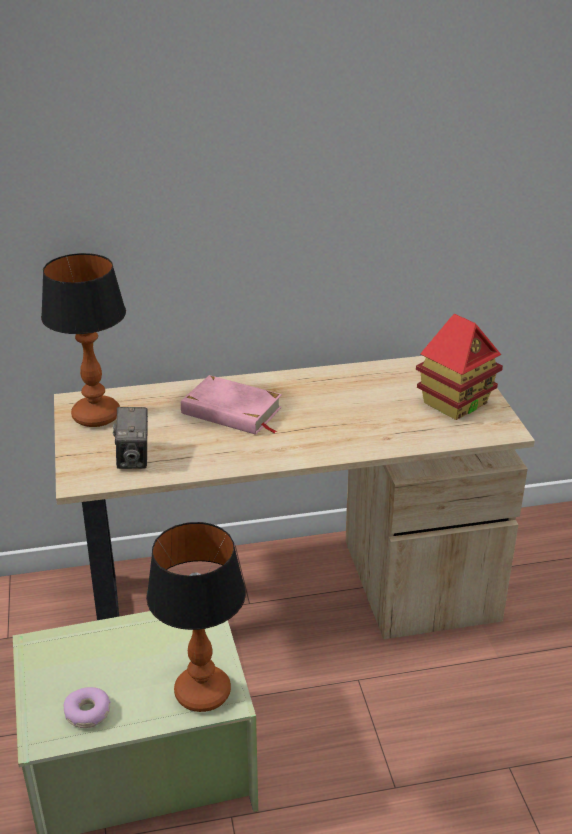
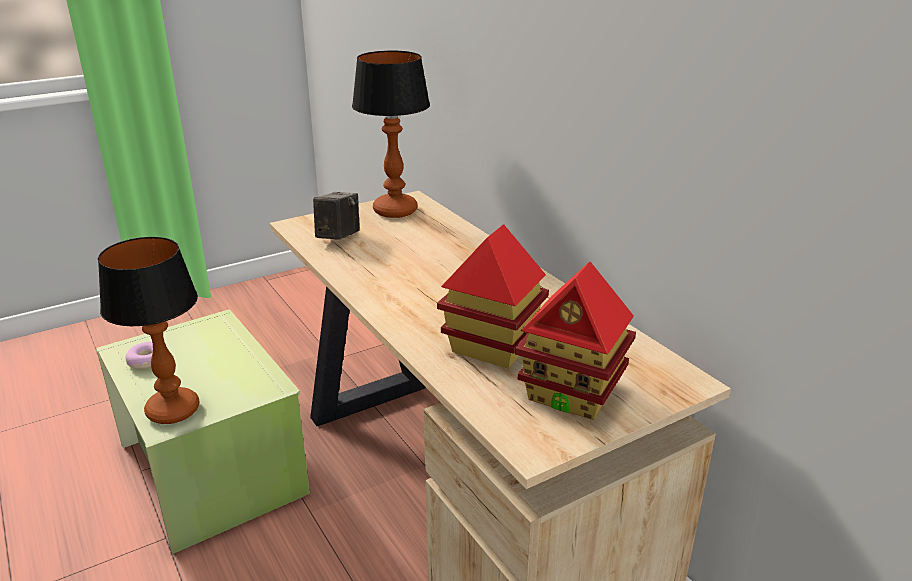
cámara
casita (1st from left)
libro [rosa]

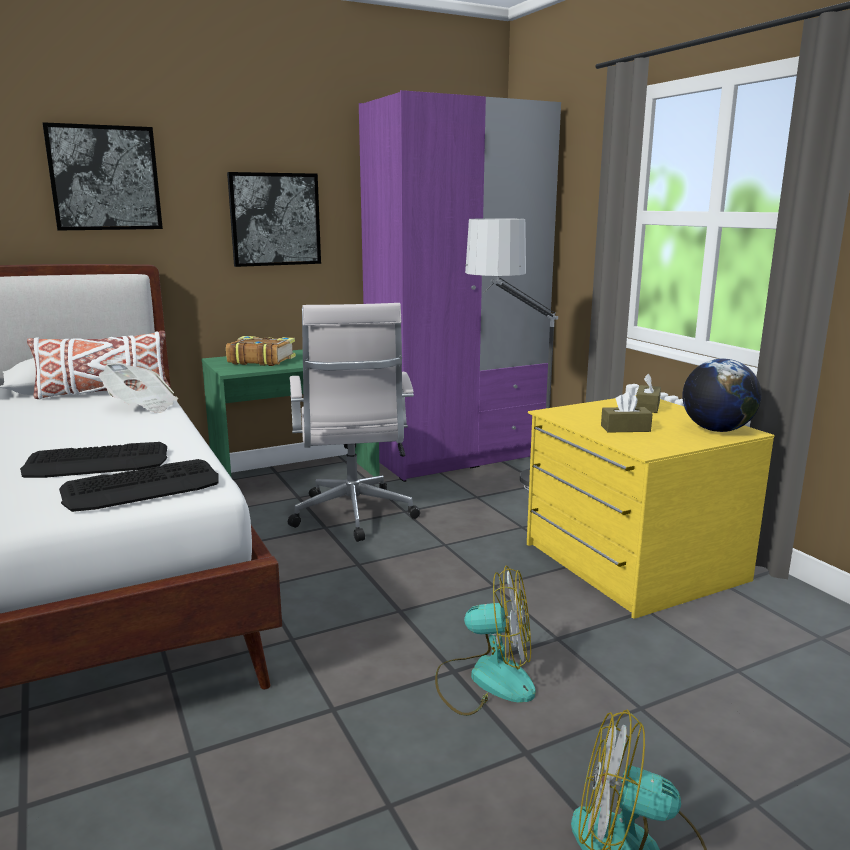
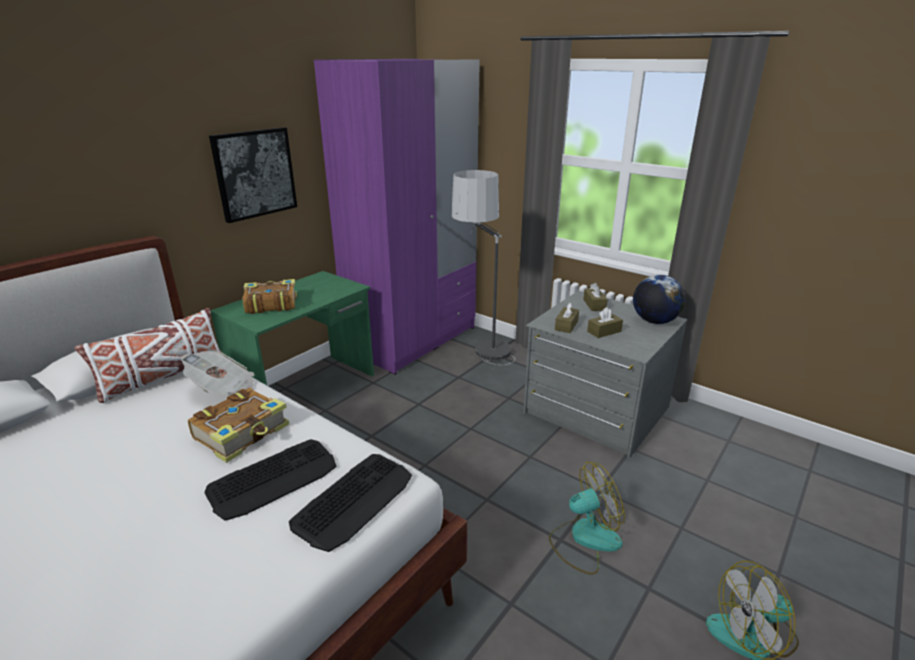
libro (1st from left)
cómoda [gris]
caja de pañuelos [marrón] (1st from left)
cuadro (1st from left in the first image)
silla de oficina [blanco]

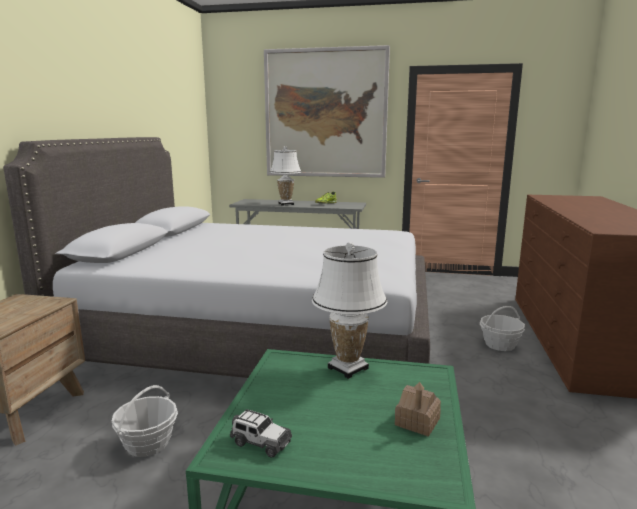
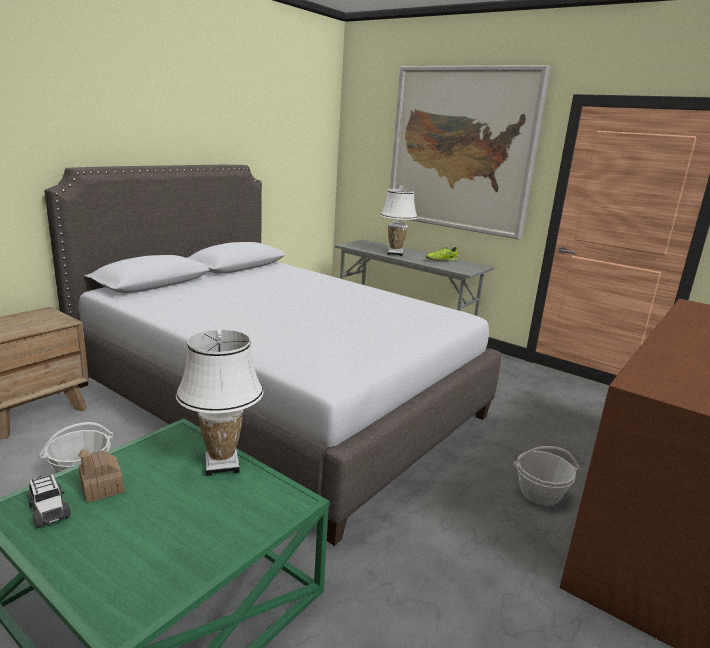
casita

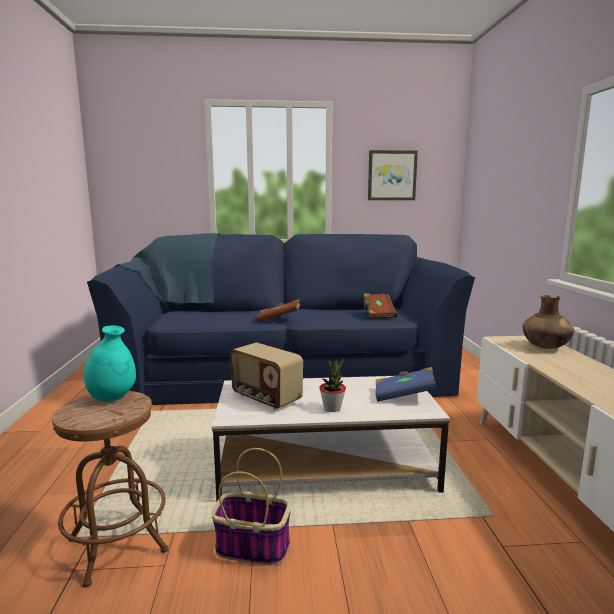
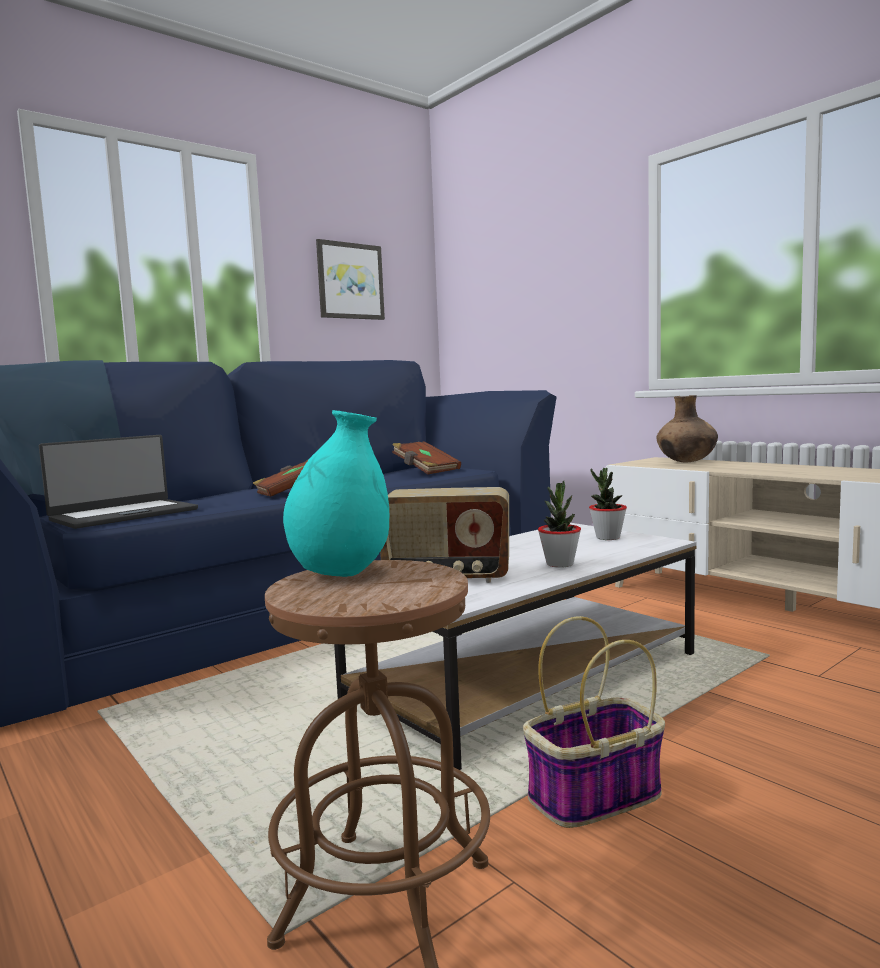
portátil
planta en maceta (2nd from left)

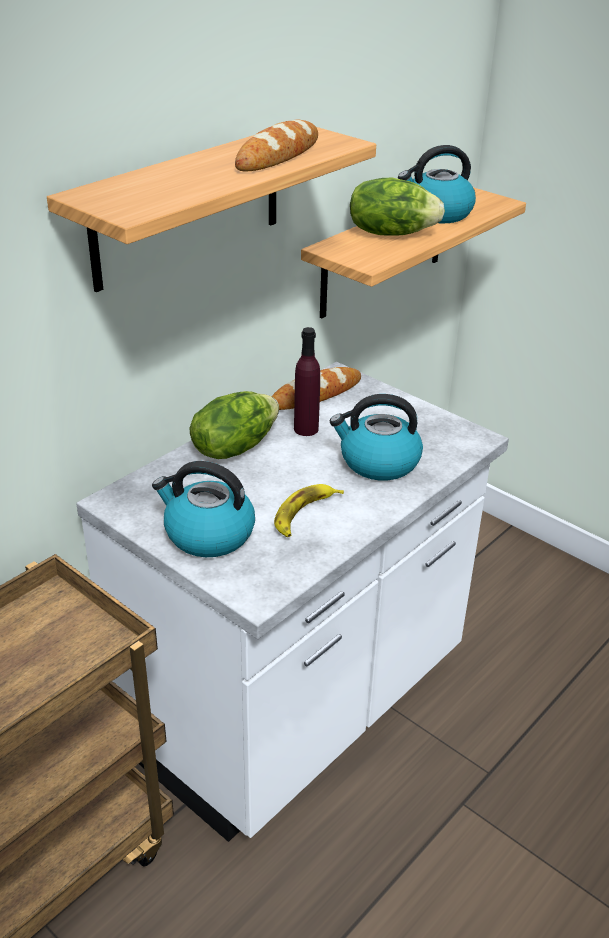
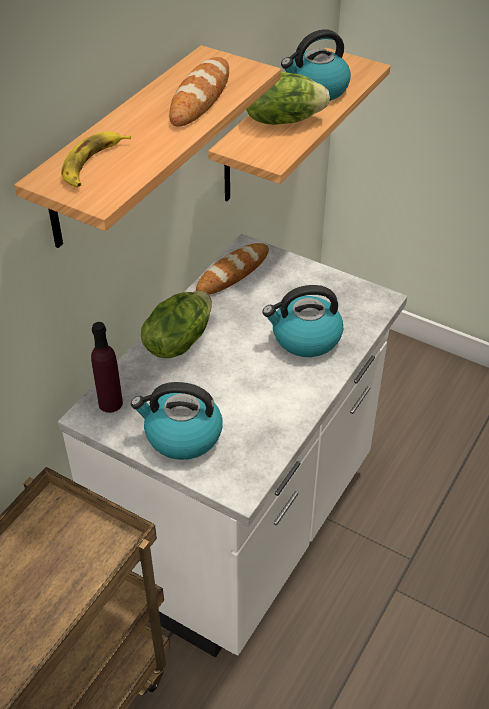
plátano
botella [morado]

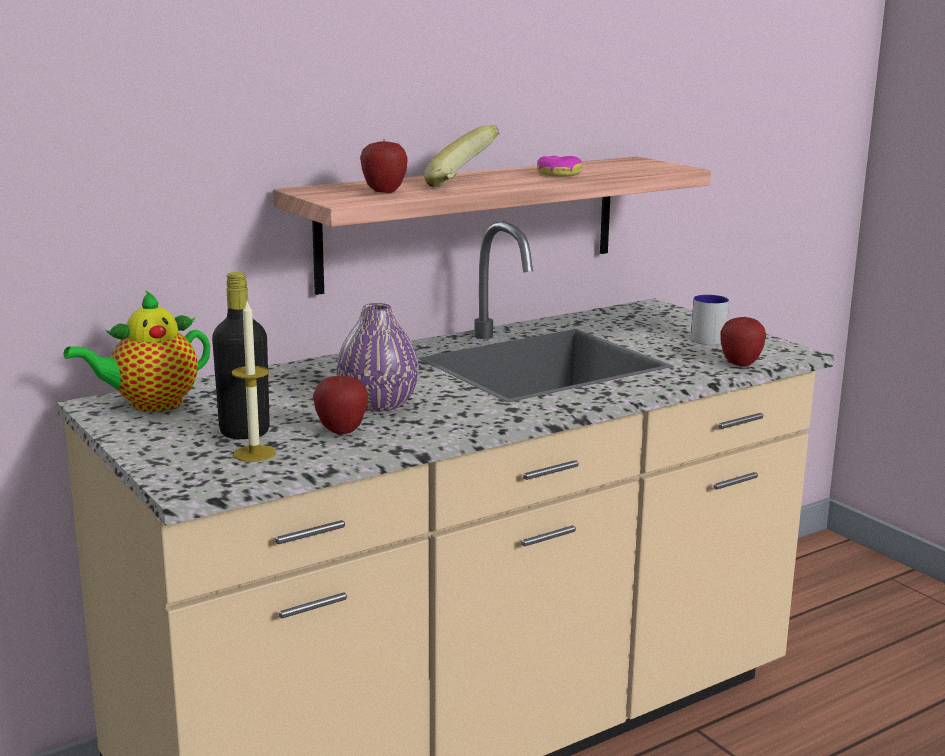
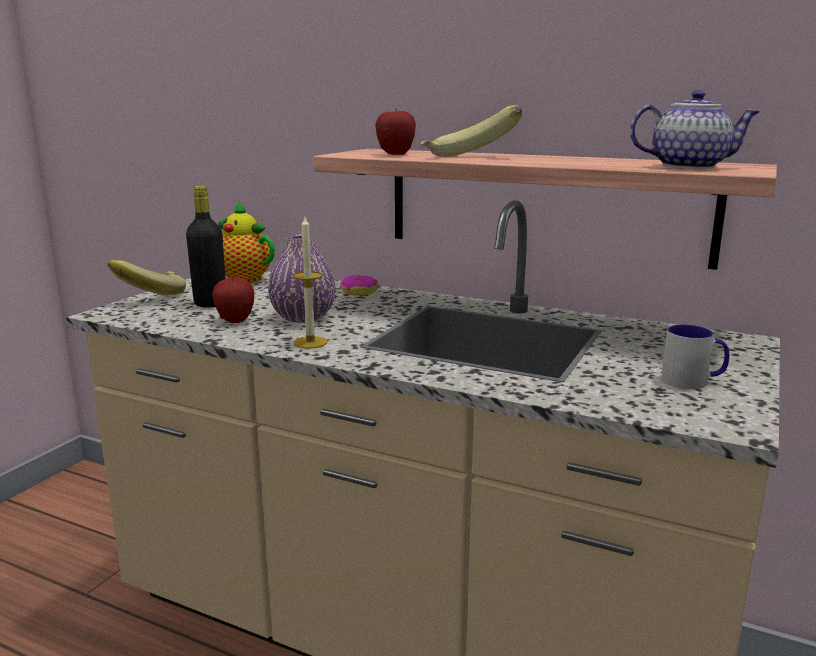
plátano (1st from left)
vela
rosquilla
tetera (2nd from left)
manzana (3rd from left in the first image)

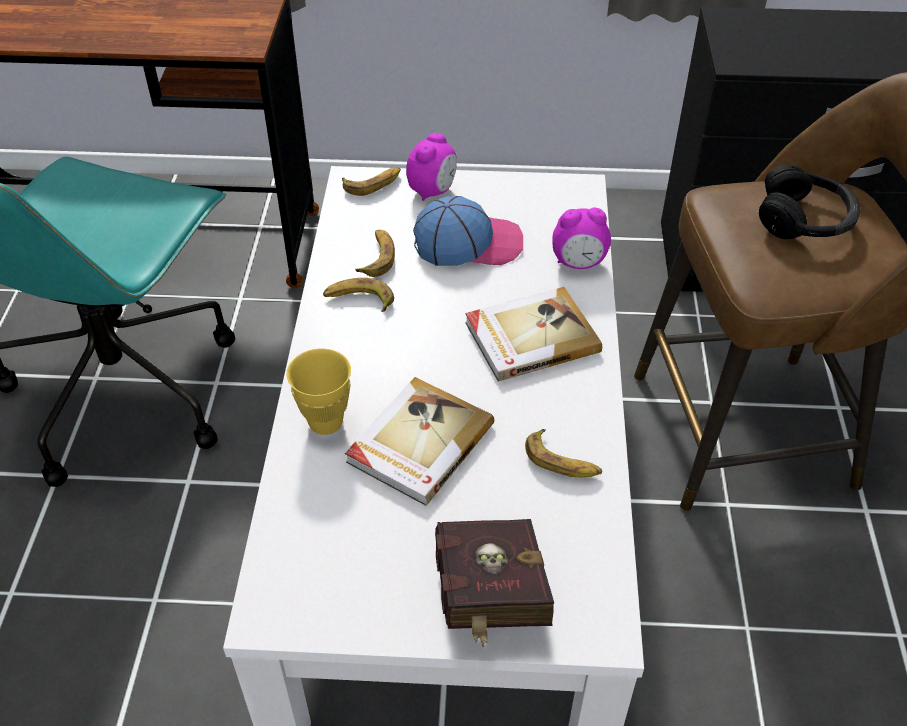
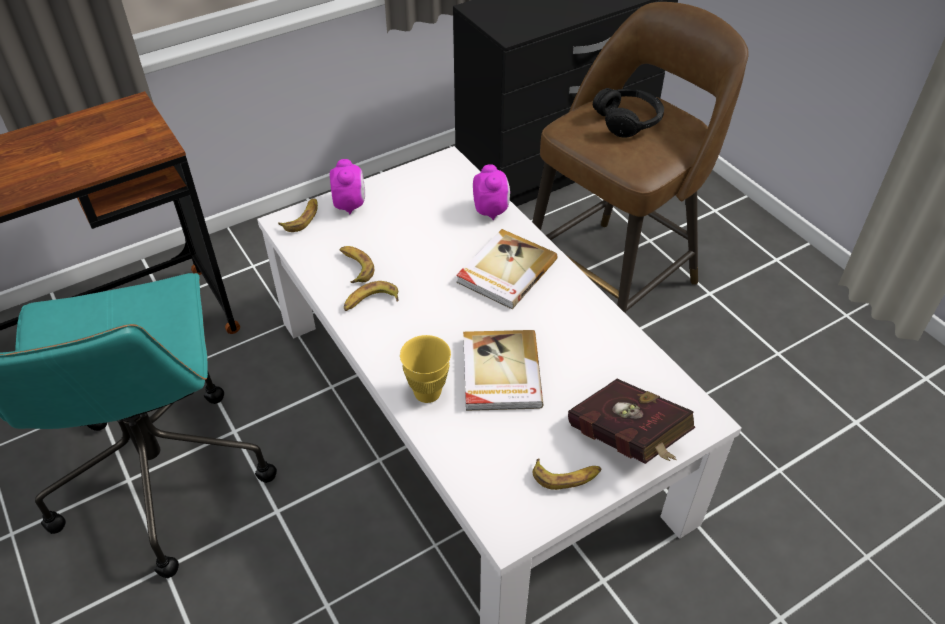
despertador (2nd from left)
plátano (4th from left)
gorra

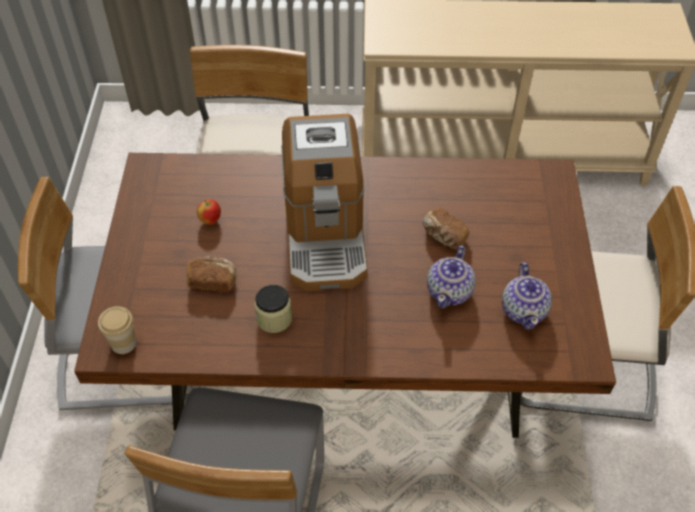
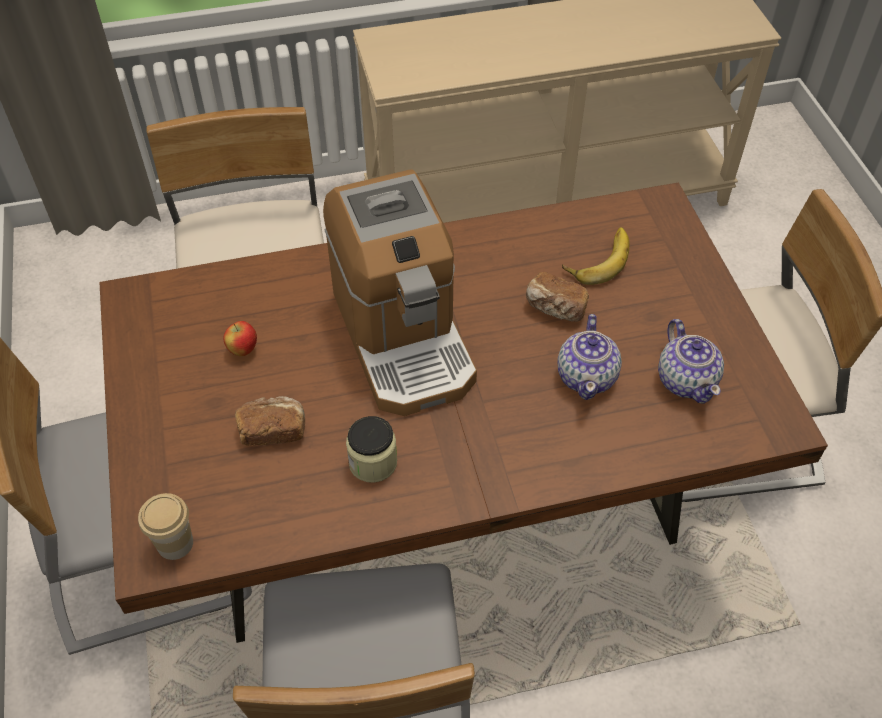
plátano

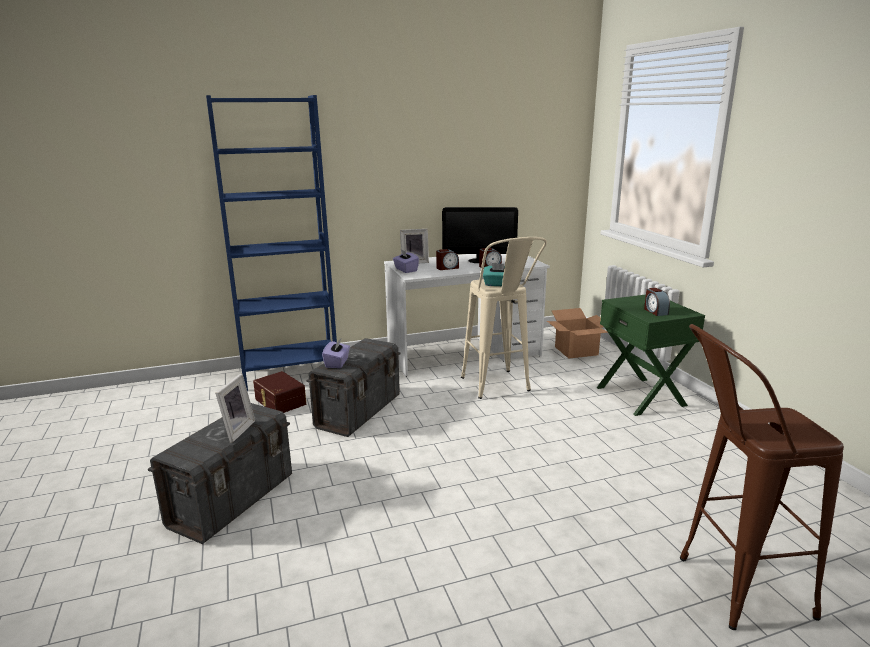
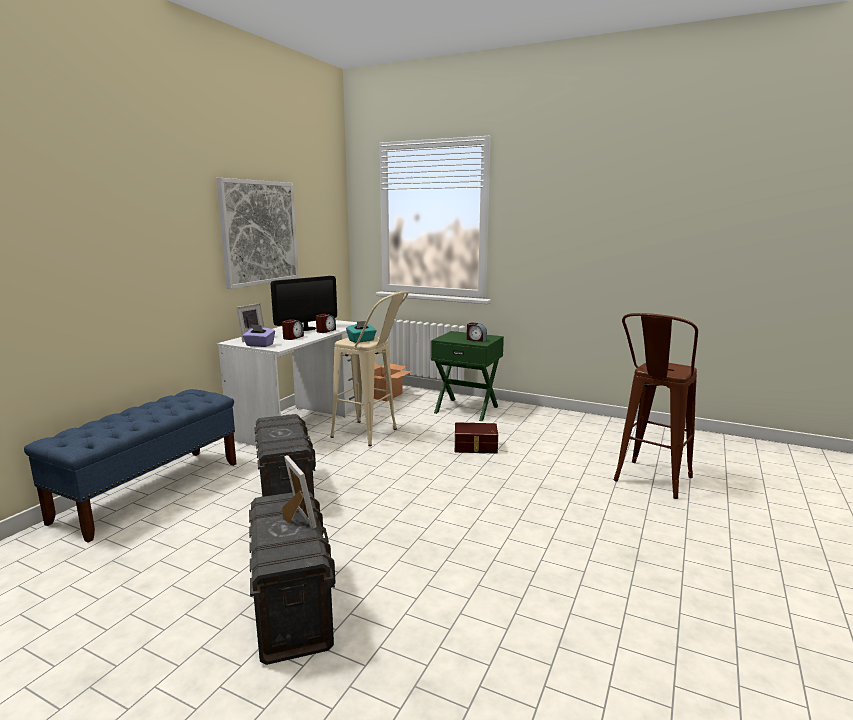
banco [azul]
cuadro
caja de almacenaje [marrón]
caja de pañuelos [morado] (1st from left in the first image)

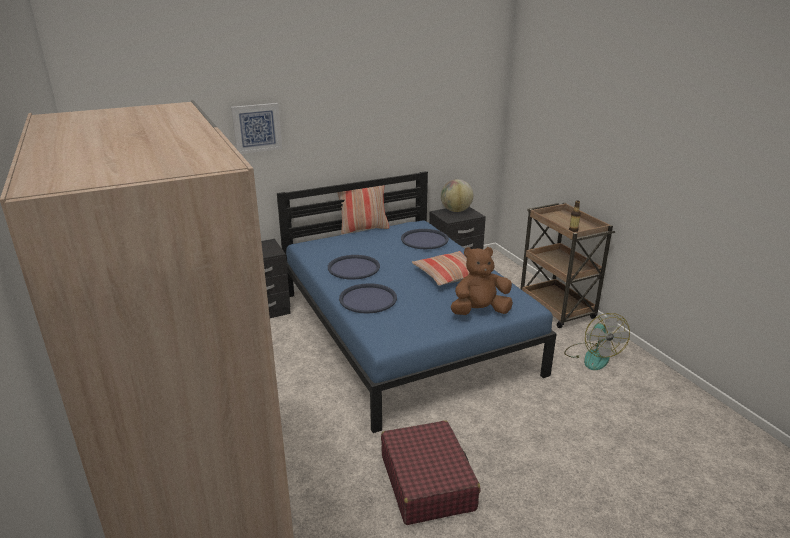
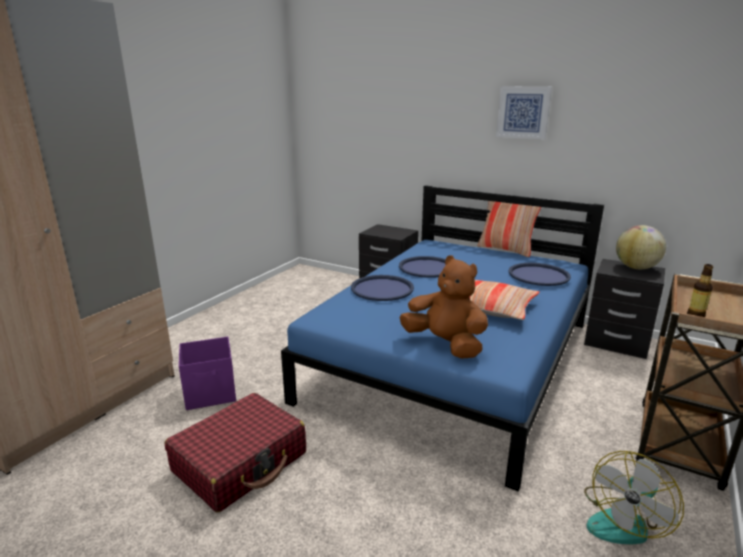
caja de almacenaje [morado]
cuadro

